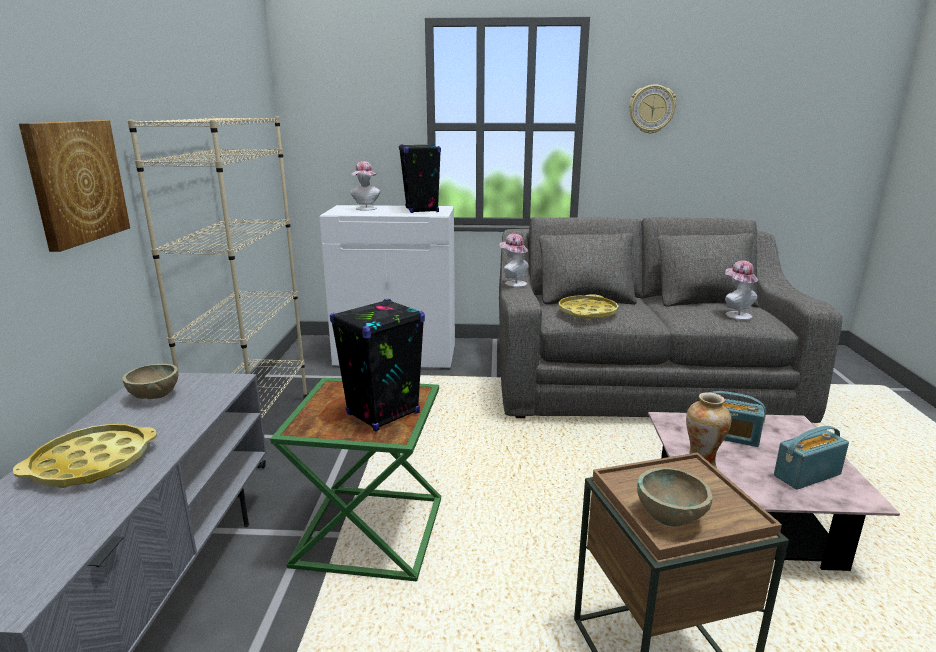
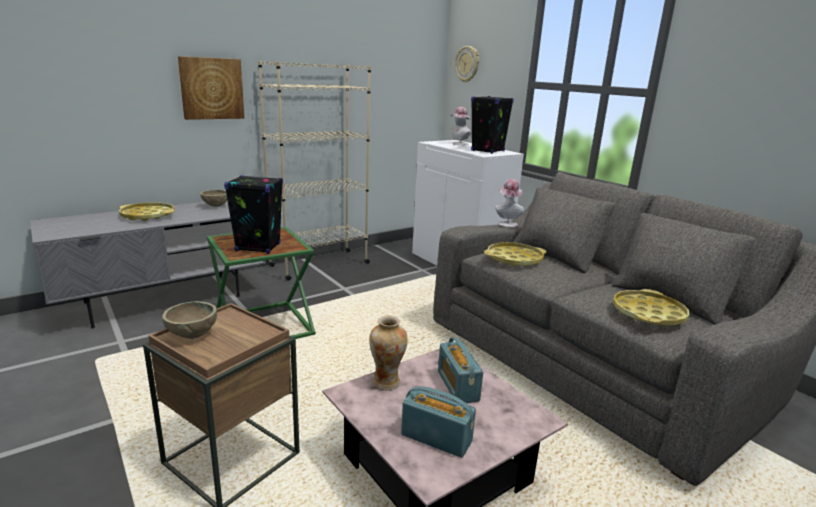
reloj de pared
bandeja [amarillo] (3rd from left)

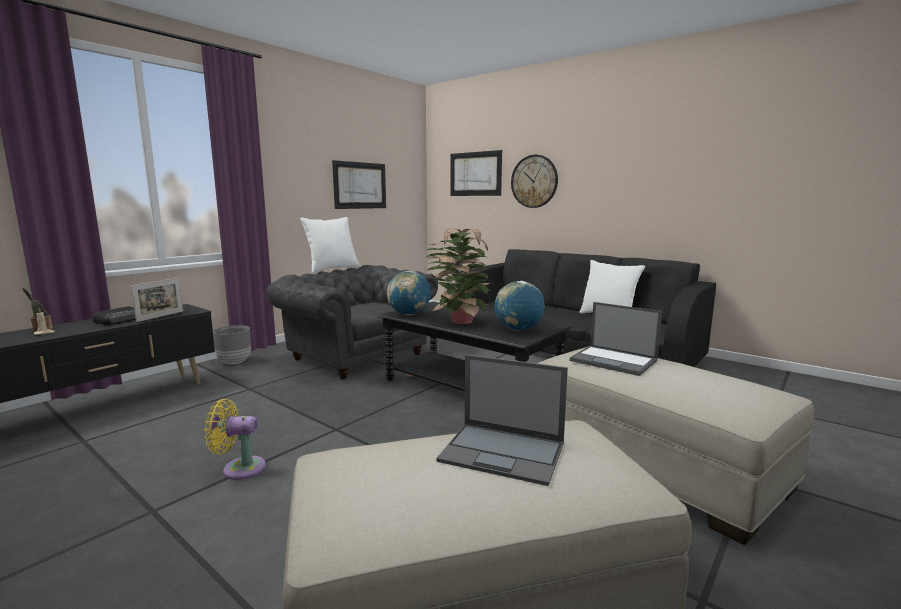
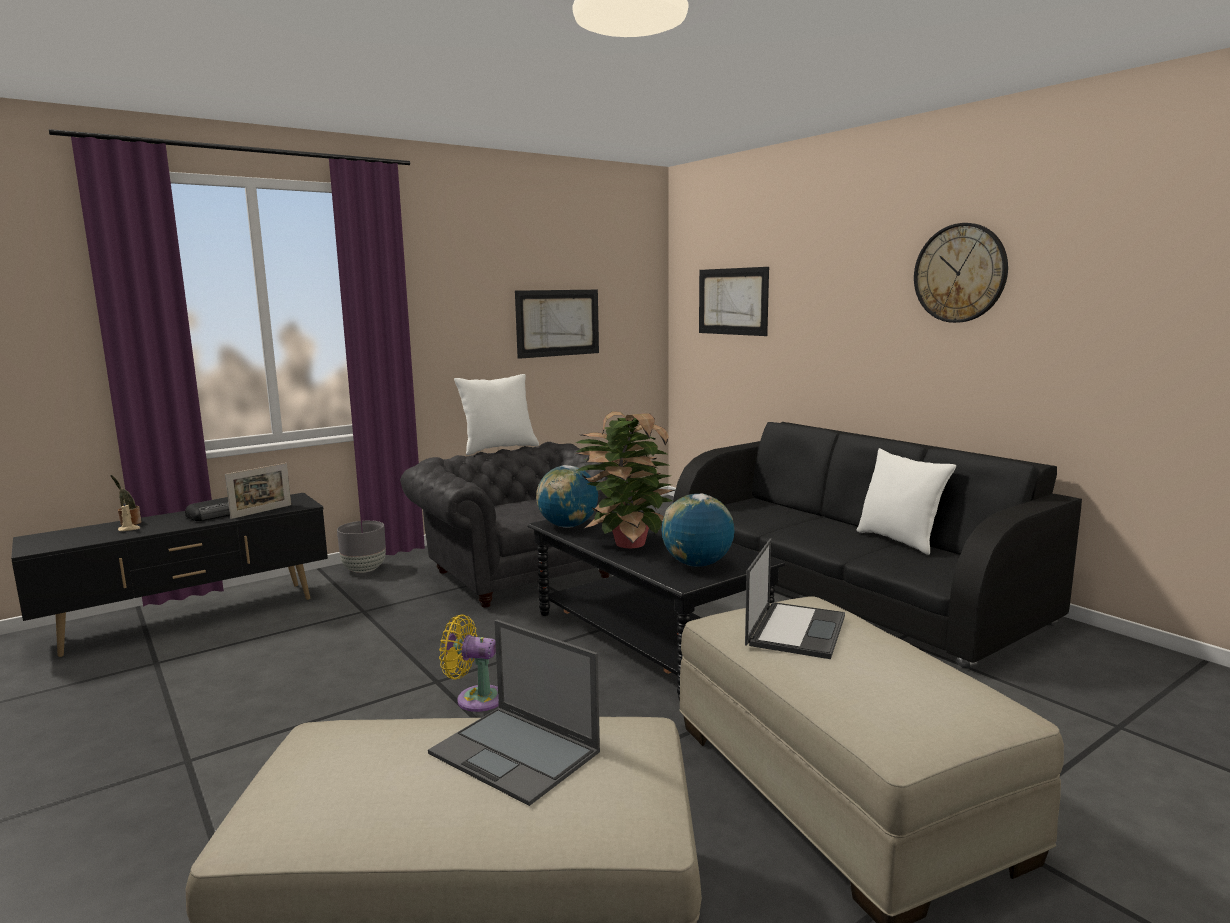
ventilador [amarillo]
portátil (2nd from left)
reloj de pared

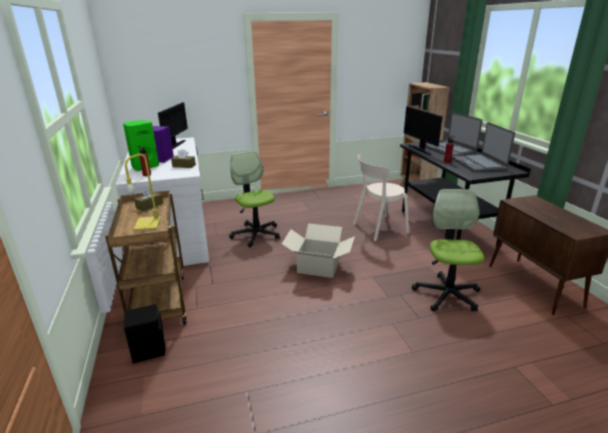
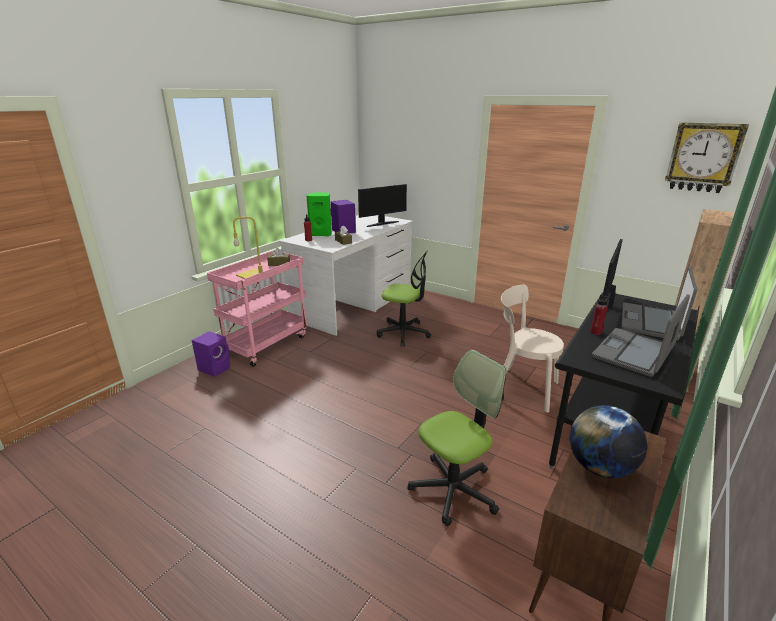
altavoz [morado] (1st from left)
carrito [rosa]
silla de oficina (1st from left)
globo terráqueo
reloj de pared
caja de cartón

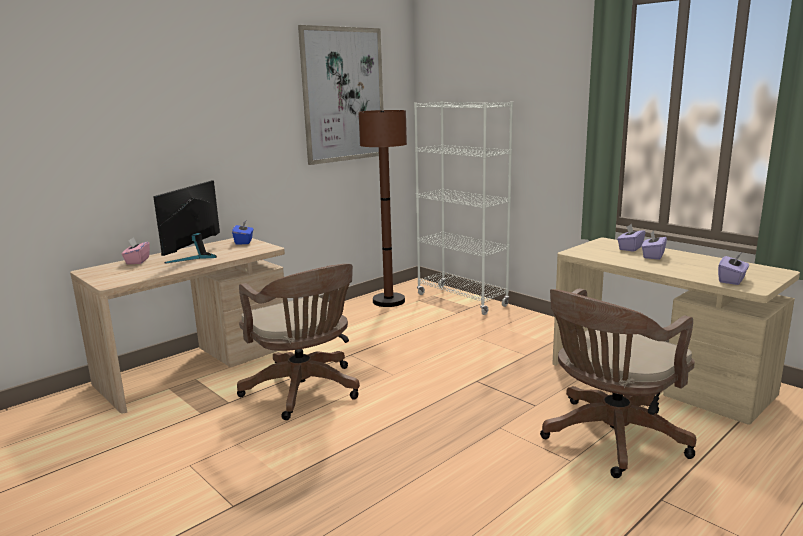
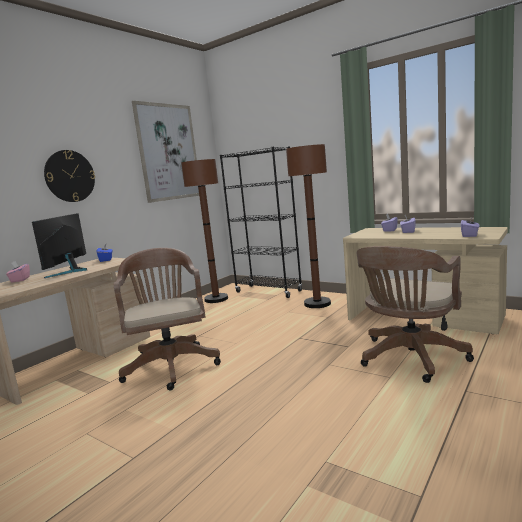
reloj de pared
silla de oficina [marrón] (1st from left)
estantería [negro]
lámpara de pie [marrón] (2nd from left)

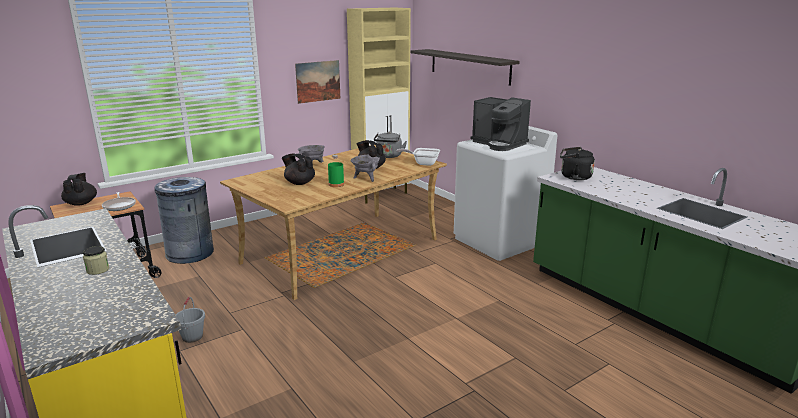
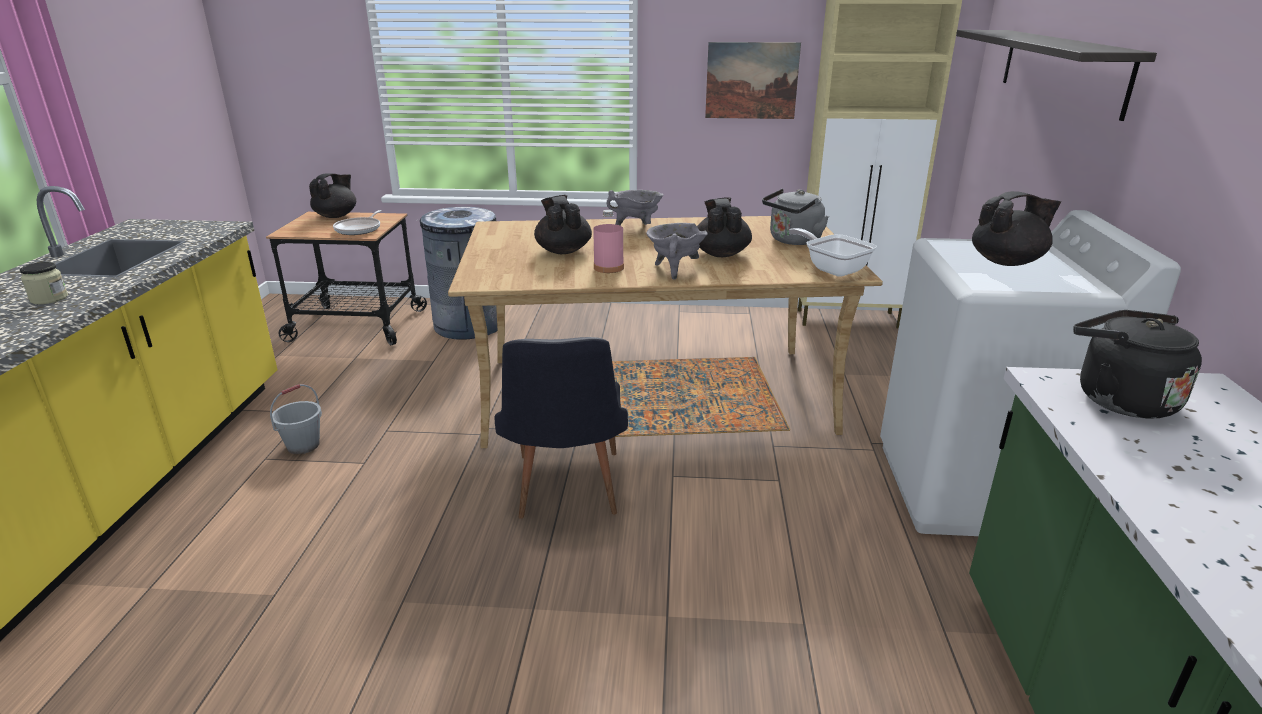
silla [negro]
botella [rosa]
tetera [negro] (4th from left)

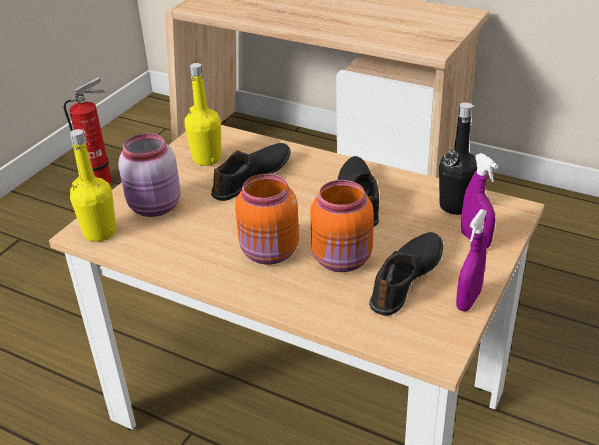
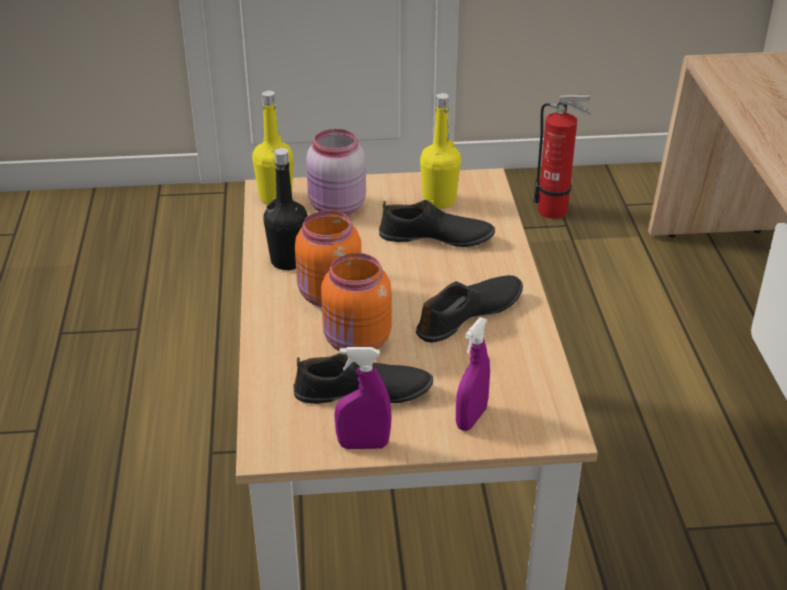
botella [negro]

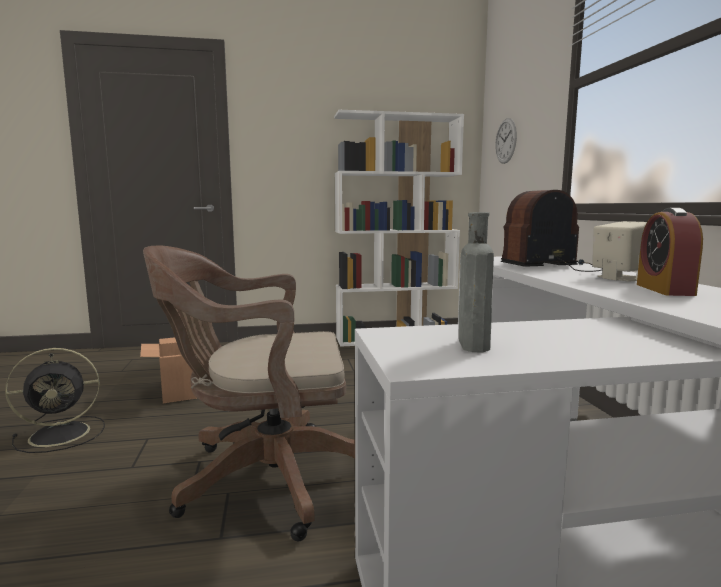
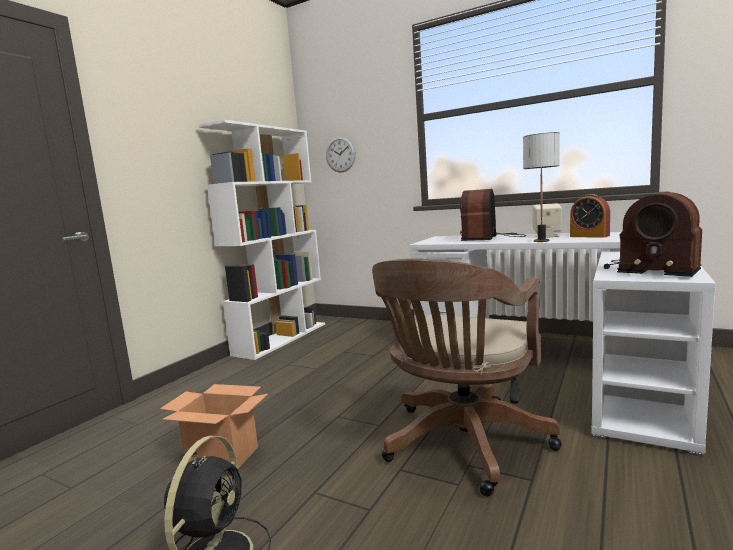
lámpara de mesa
radio (2nd from left)

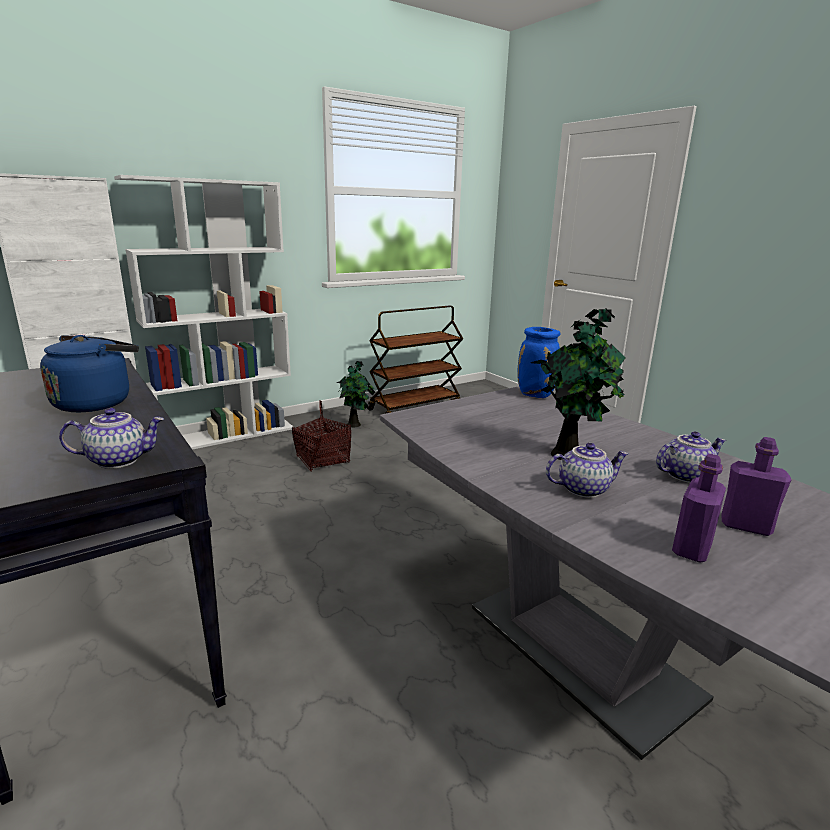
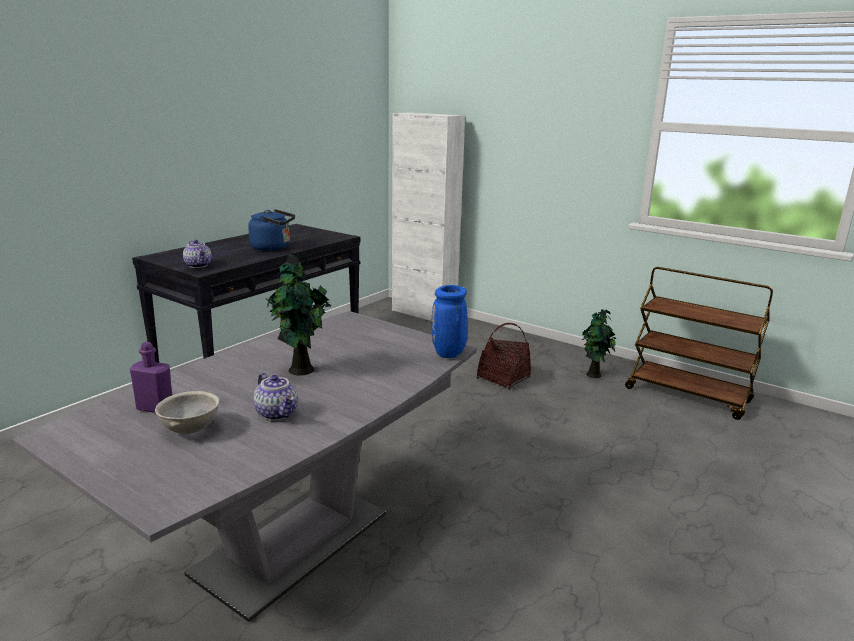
cuenco [gris]
estantería [blanco]
tetera (2nd from left in the first image)

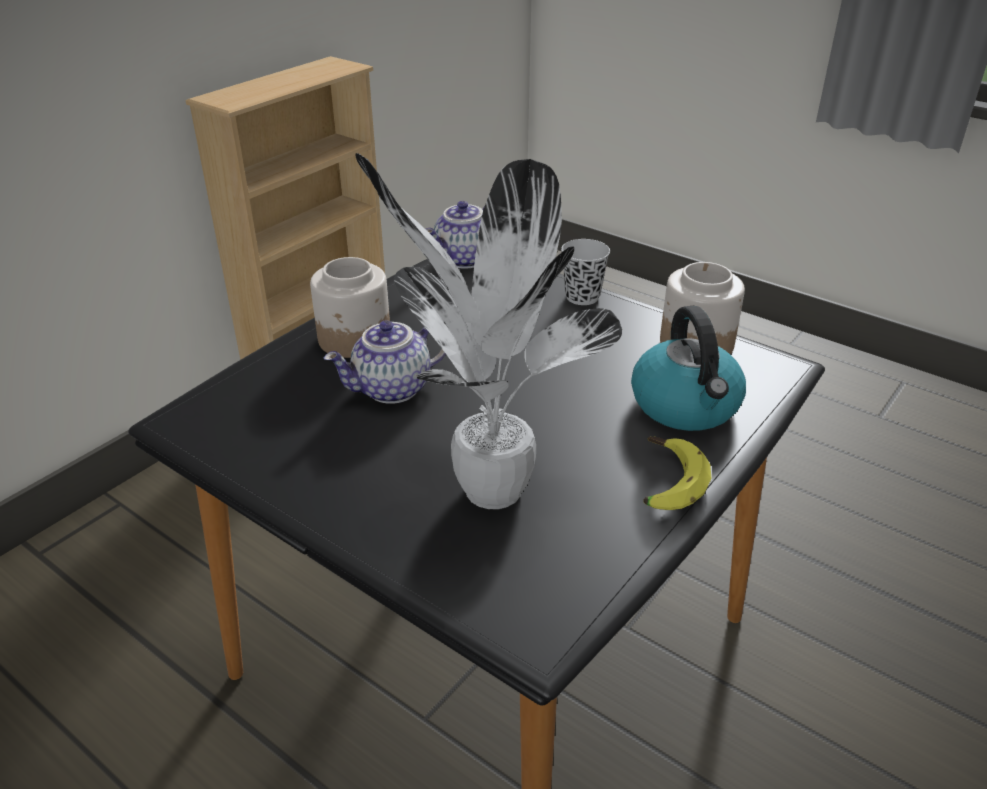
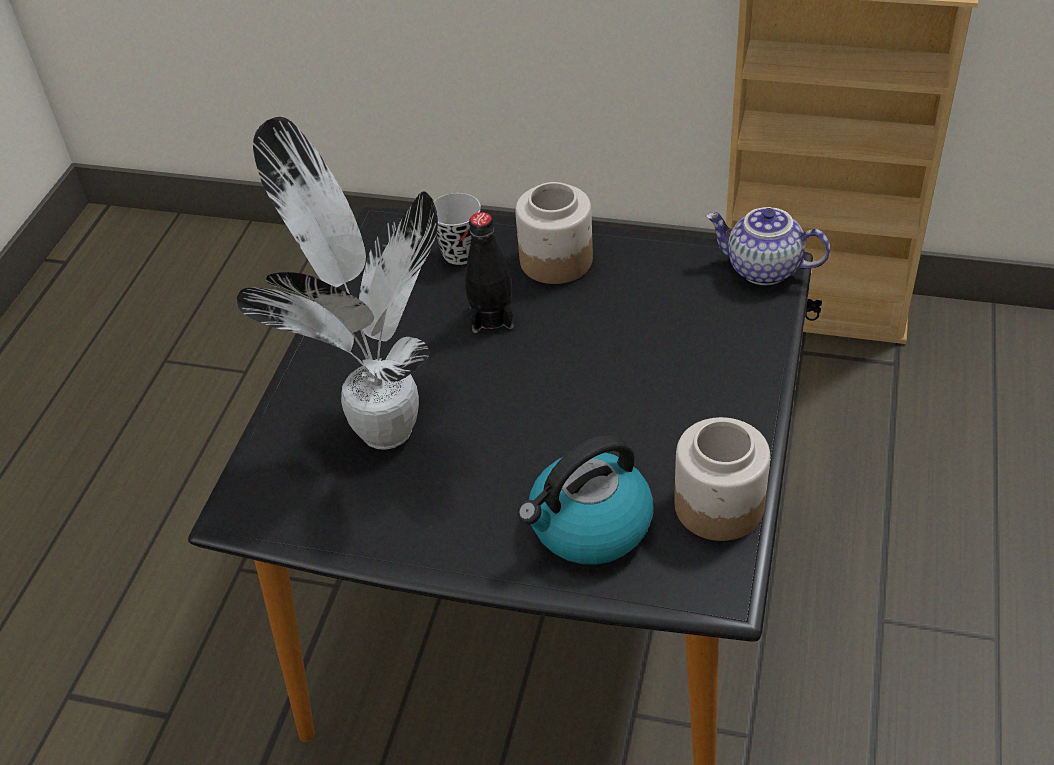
taza [negro]
botella [negro]
plátano

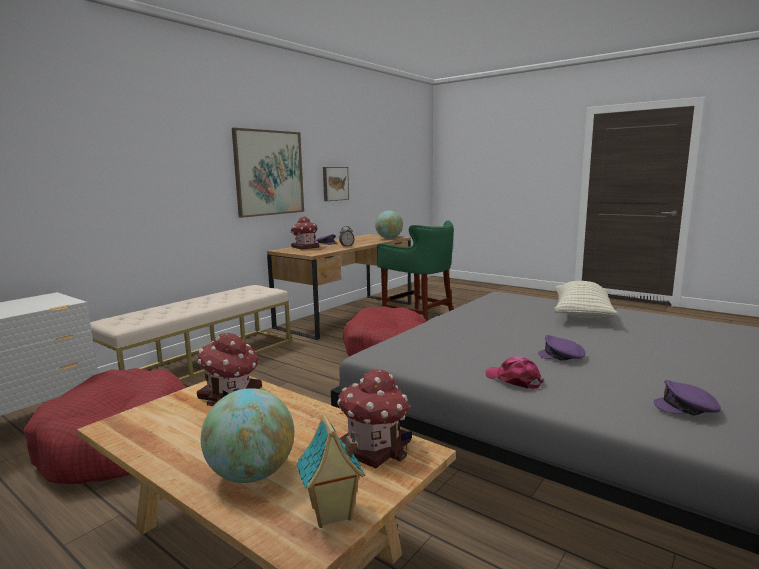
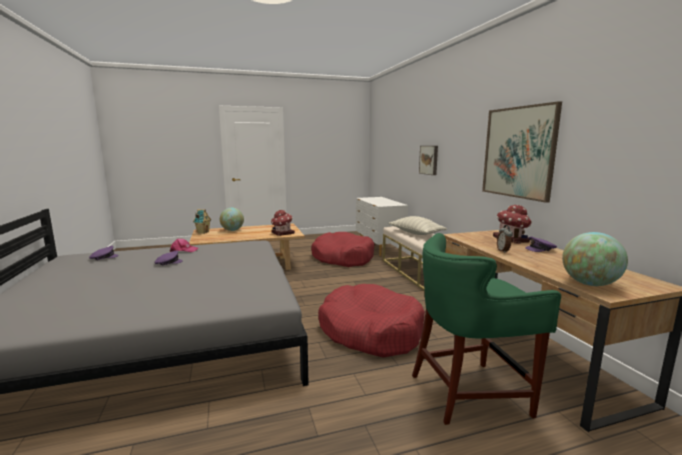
cojín
cuadro (1st from left)
casita (4th from left in the first image)

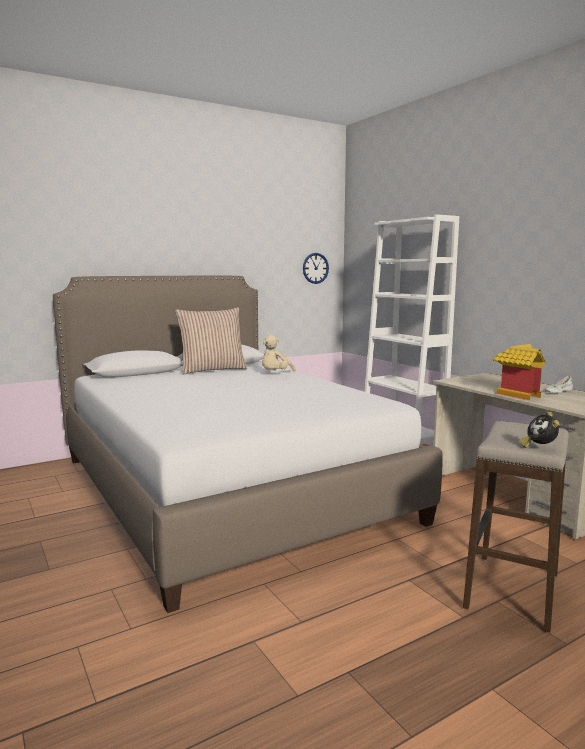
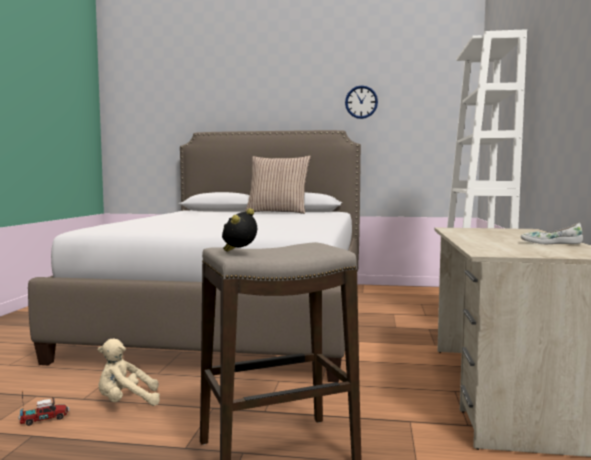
camión de juguete
peluche [beis]
reloj de pared
casita

